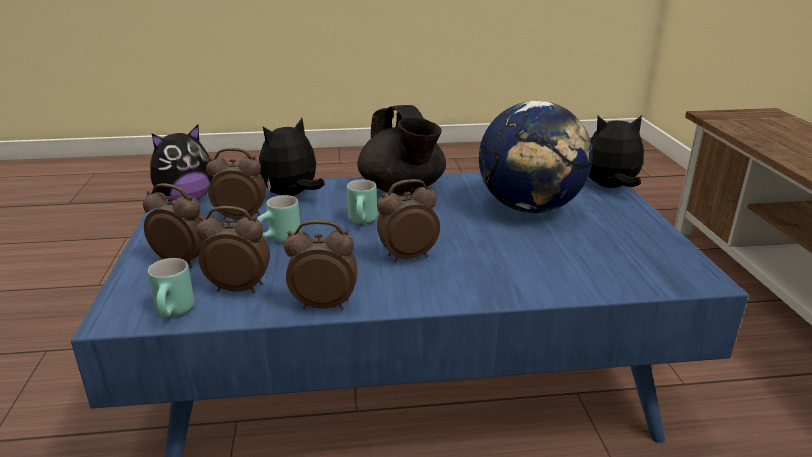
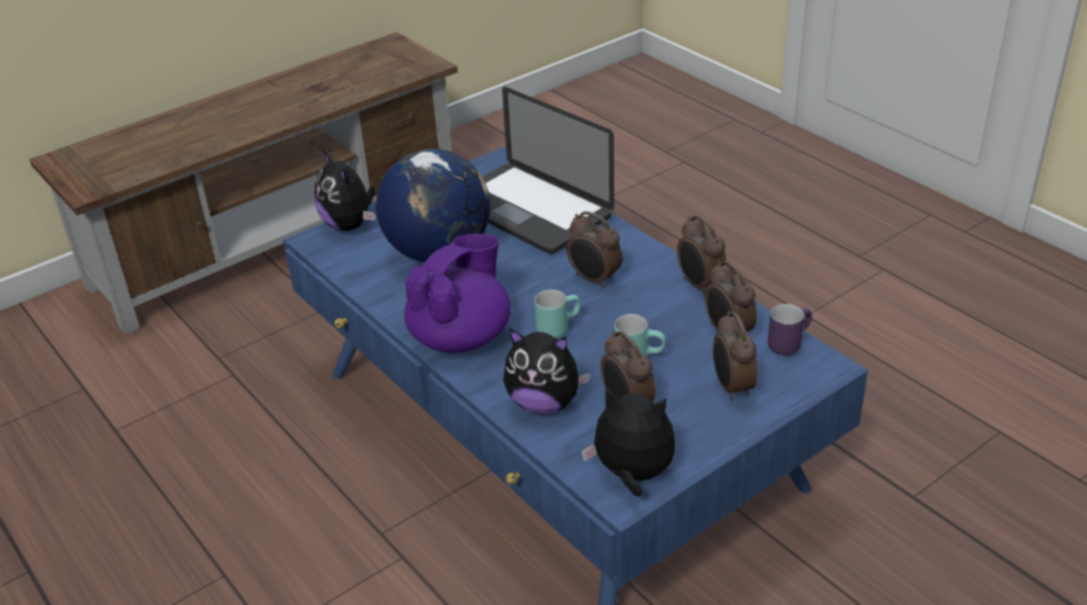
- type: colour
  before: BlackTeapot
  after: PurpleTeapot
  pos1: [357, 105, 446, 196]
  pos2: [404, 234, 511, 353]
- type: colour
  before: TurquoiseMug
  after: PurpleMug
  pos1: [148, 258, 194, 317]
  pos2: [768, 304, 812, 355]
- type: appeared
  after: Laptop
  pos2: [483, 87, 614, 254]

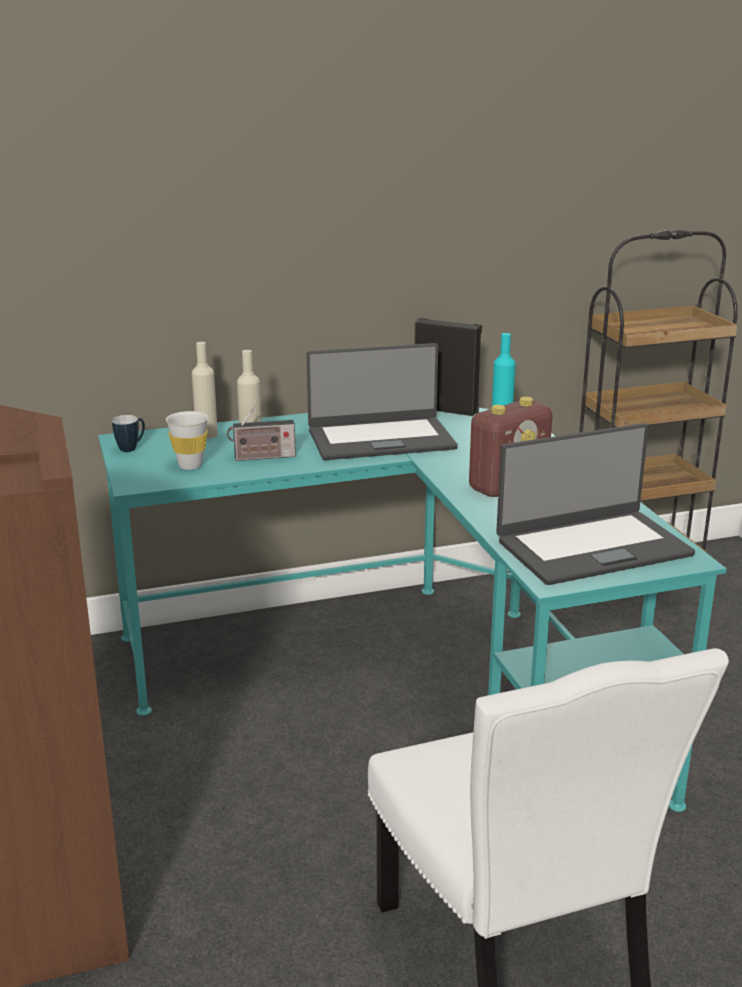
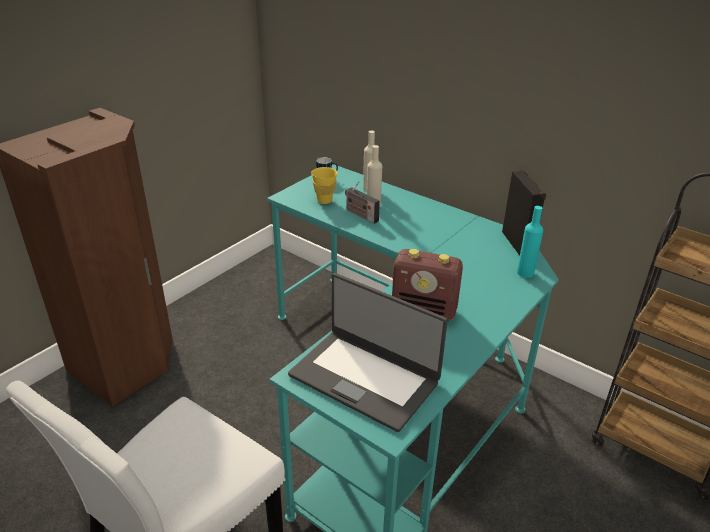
- type: missing
  before: Laptop
  pos1: [307, 343, 458, 460]
- type: colour
  before: WhiteCup
  after: YellowCup
  pos1: [166, 411, 208, 470]
  pos2: [311, 167, 337, 204]

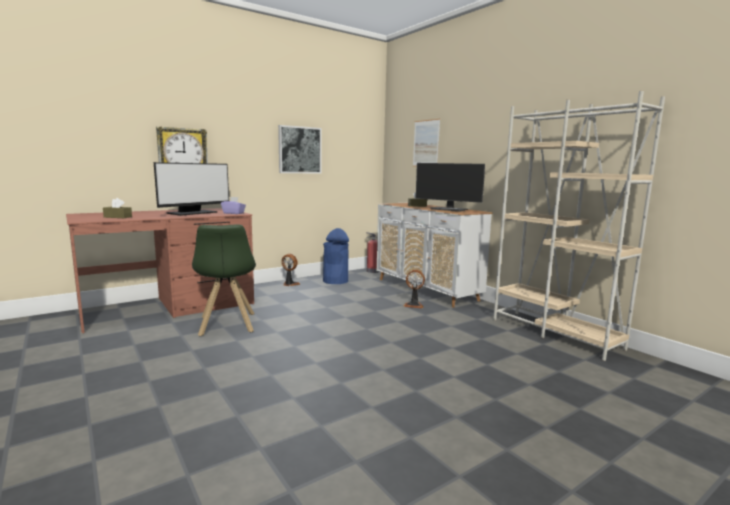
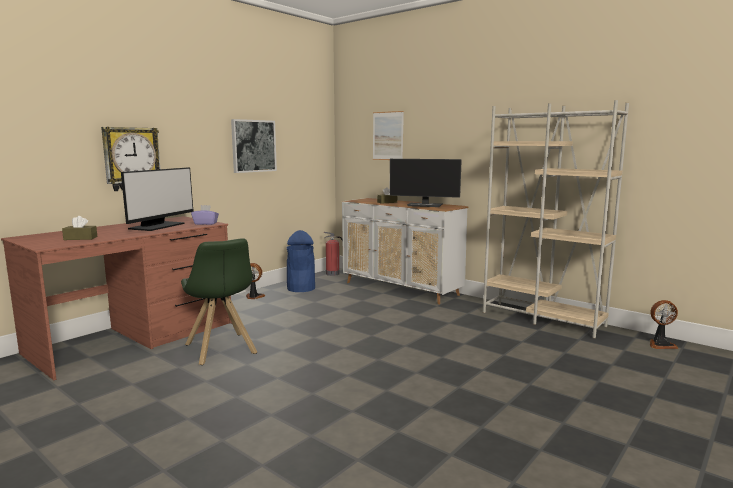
- type: relocated
  before: Fan
  pos1: [403, 270, 425, 308]
  pos2: [650, 300, 678, 349]

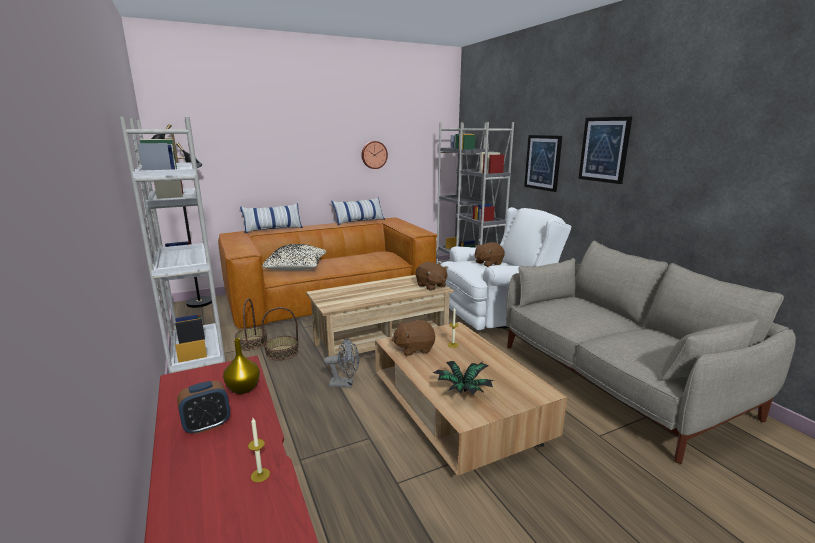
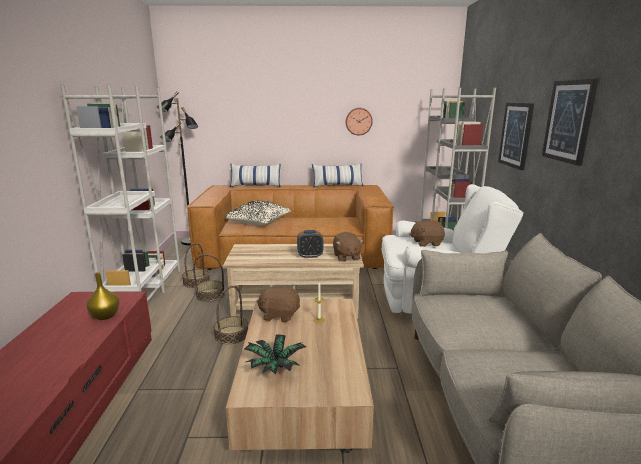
- type: exchanged
  before: GreyFan
  after: Basket
  pos1: [324, 338, 359, 388]
  pos2: [214, 286, 248, 344]
- type: relocated
  before: AlarmClock
  pos1: [177, 381, 230, 434]
  pos2: [297, 230, 323, 258]
- type: missing
  before: Candle
  pos1: [248, 418, 270, 482]

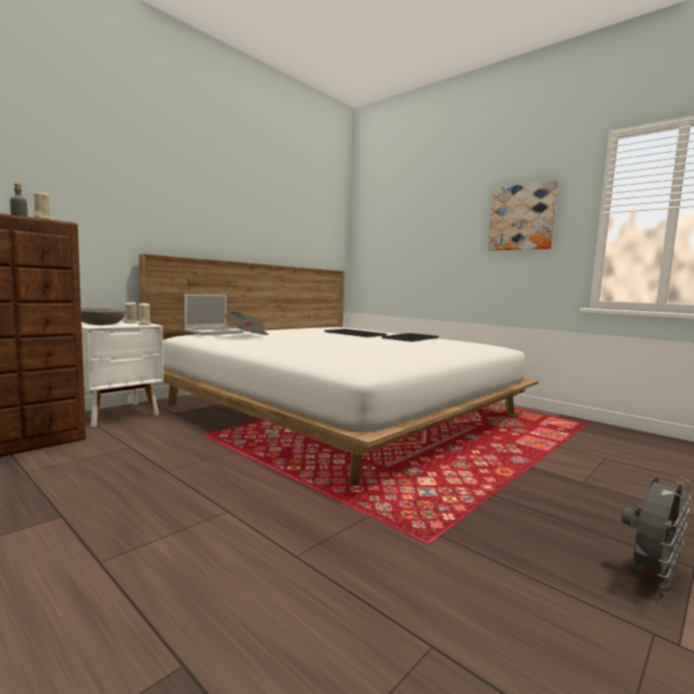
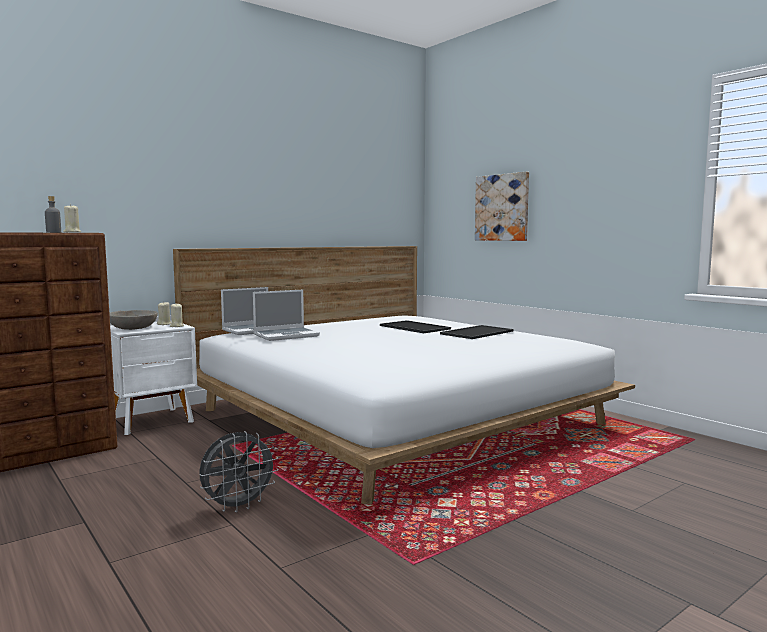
- type: relocated
  before: Picture
  pos1: [488, 180, 558, 251]
  pos2: [475, 172, 529, 241]
- type: exchanged
  before: Newspaper
  after: Laptop
  pos1: [225, 312, 269, 335]
  pos2: [253, 290, 320, 341]
- type: relocated
  before: GreyFan
  pos1: [621, 477, 691, 589]
  pos2: [199, 431, 279, 513]

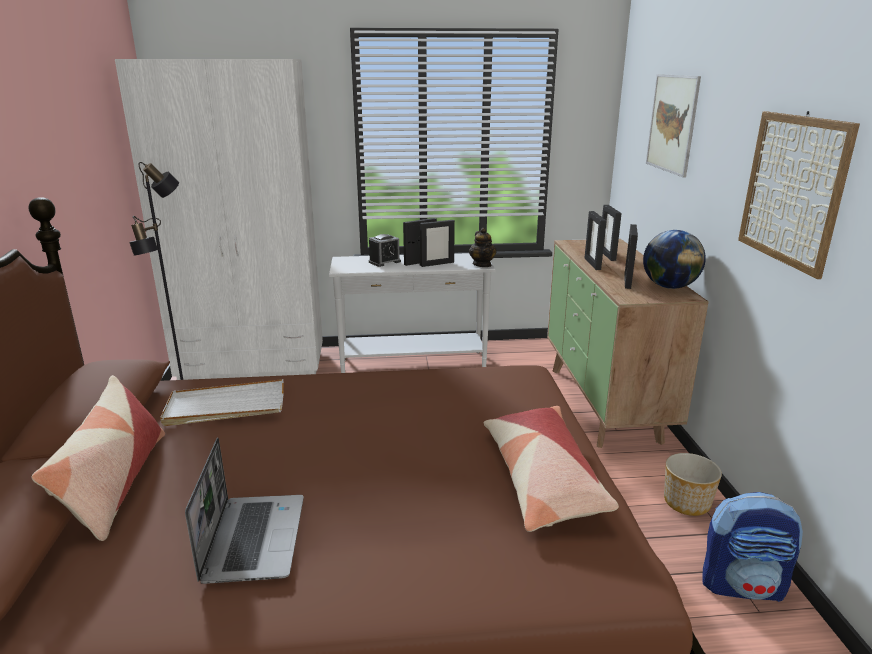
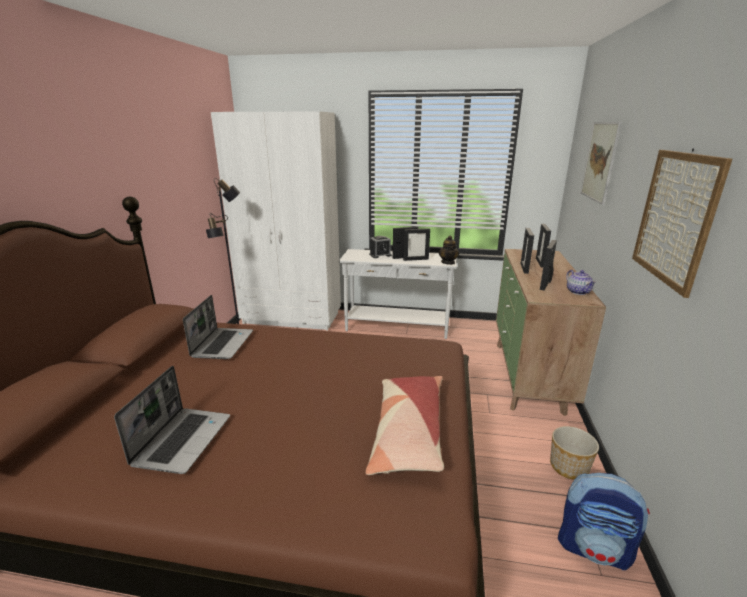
- type: exchanged
  before: Globe
  after: Teapot
  pos1: [643, 230, 706, 289]
  pos2: [566, 270, 596, 295]
- type: missing
  before: Pillow
  pos1: [31, 375, 165, 541]
- type: exchanged
  before: WhiteTray
  after: Laptop
  pos1: [160, 379, 284, 426]
  pos2: [183, 295, 253, 359]

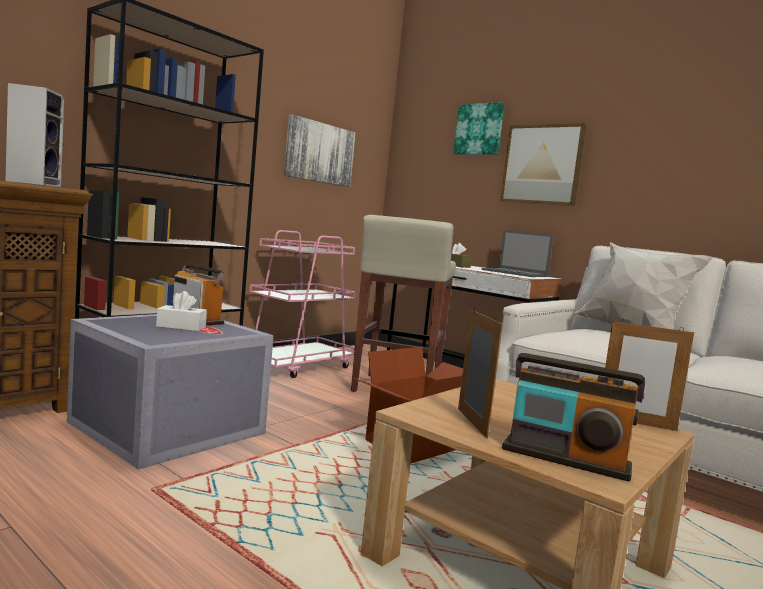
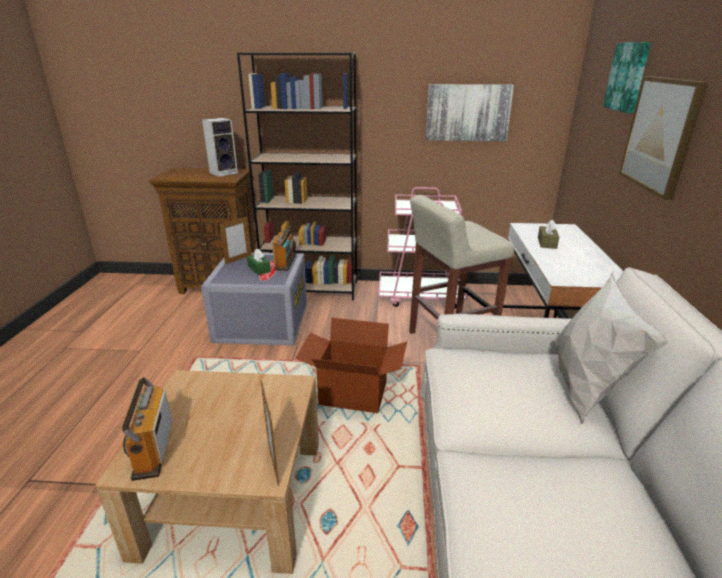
- type: missing
  before: Laptop
  pos1: [481, 230, 554, 277]
- type: colour
  before: WhiteTissueBox
  after: GreenTissueBox
  pos1: [156, 291, 207, 331]
  pos2: [247, 249, 271, 275]
- type: relocated
  before: PictureFrame
  pos1: [458, 310, 503, 438]
  pos2: [220, 216, 252, 264]

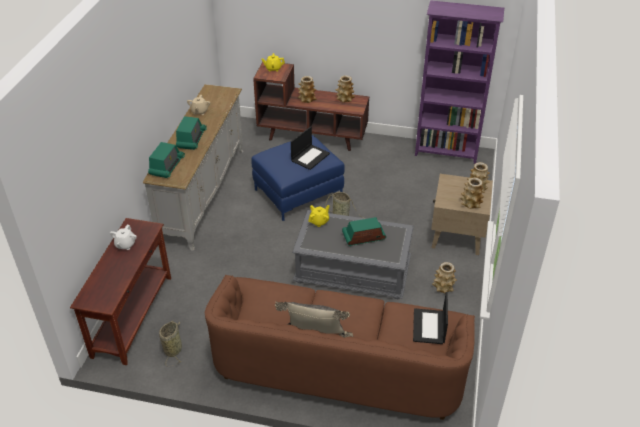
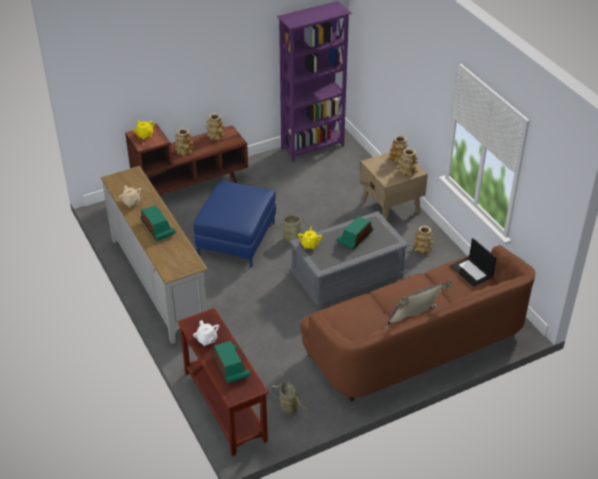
- type: missing
  before: Laptop
  pos1: [291, 126, 330, 170]
- type: relocated
  before: Radio
  pos1: [148, 142, 185, 178]
  pos2: [213, 341, 250, 384]

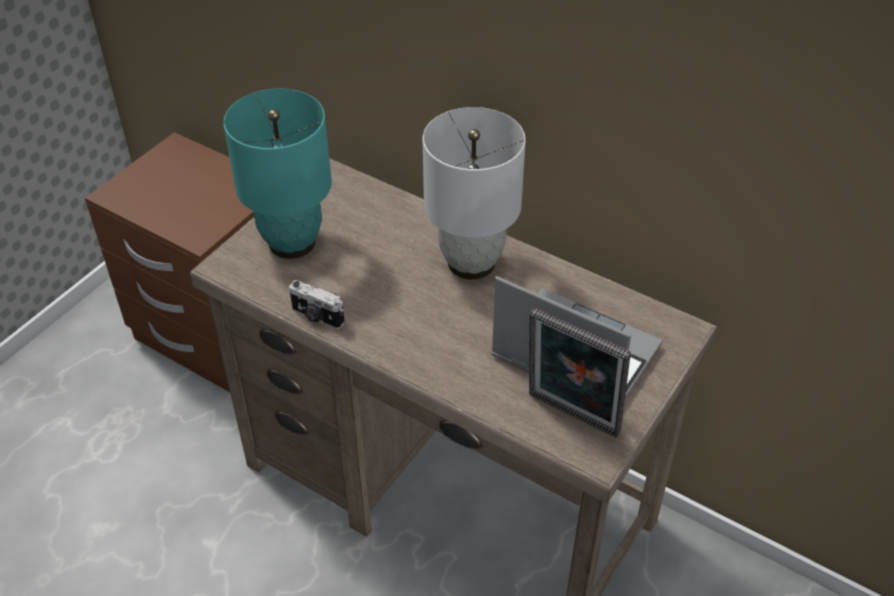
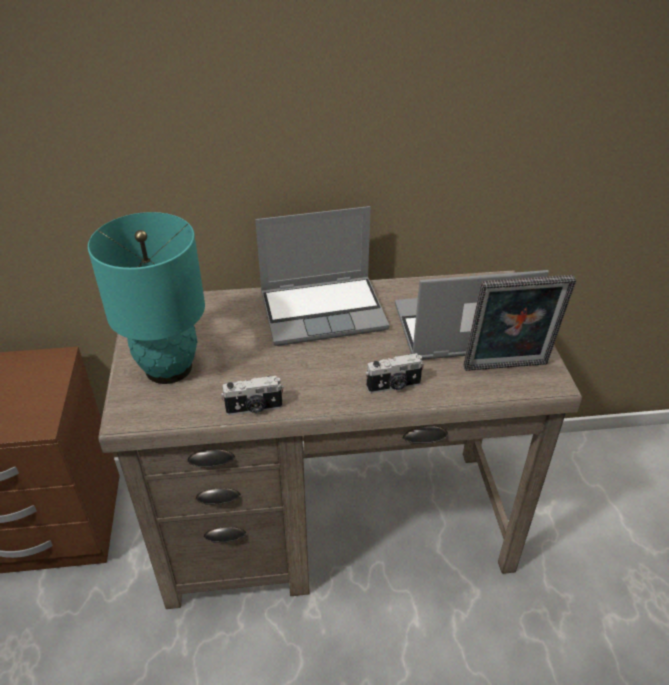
- type: exchanged
  before: WhiteTableLamp
  after: Laptop
  pos1: [423, 107, 526, 280]
  pos2: [255, 206, 389, 346]
- type: appeared
  after: PhotoCamera
  pos2: [366, 353, 424, 393]

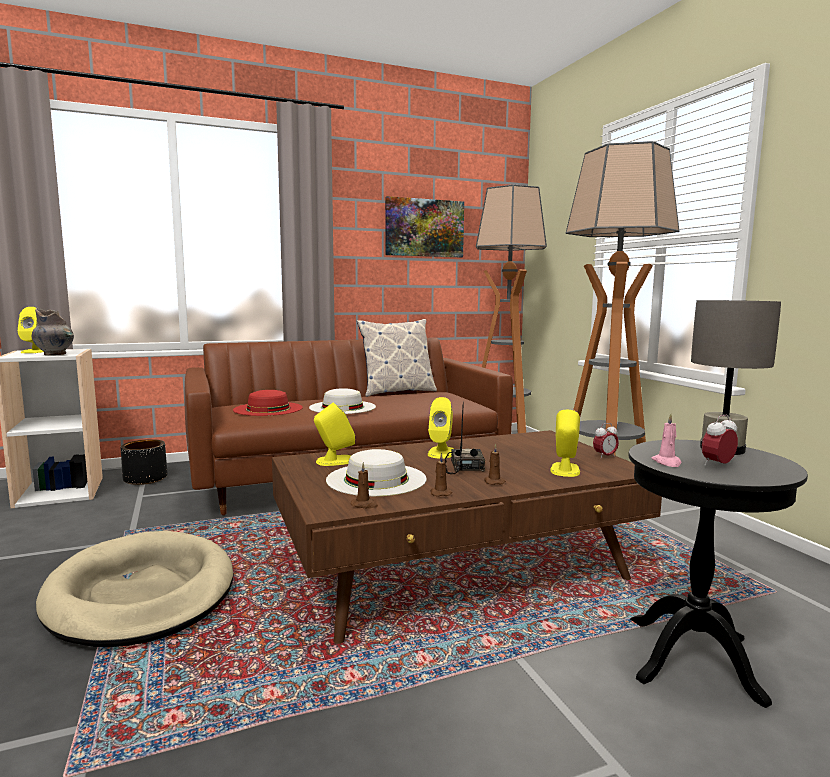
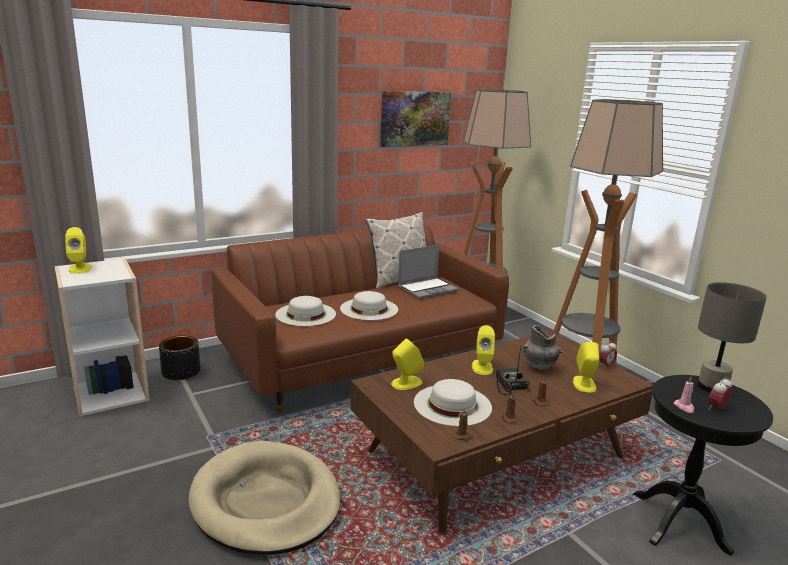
- type: relocated
  before: GreyVase
  pos1: [32, 308, 74, 355]
  pos2: [522, 325, 563, 372]
- type: colour
  before: RedHat
  after: WhiteHat
  pos1: [233, 390, 303, 416]
  pos2: [275, 296, 336, 326]
- type: appeared
  after: Laptop
  pos2: [398, 245, 459, 299]

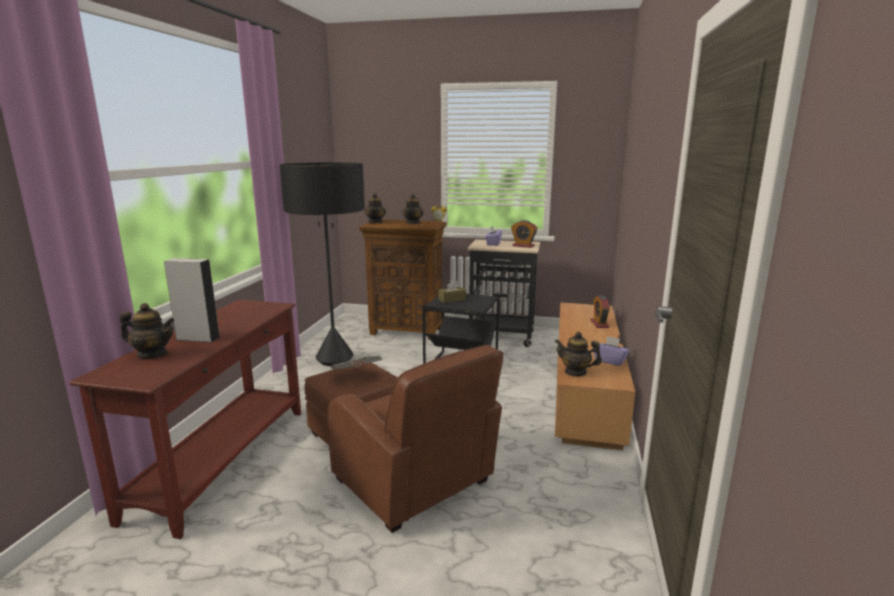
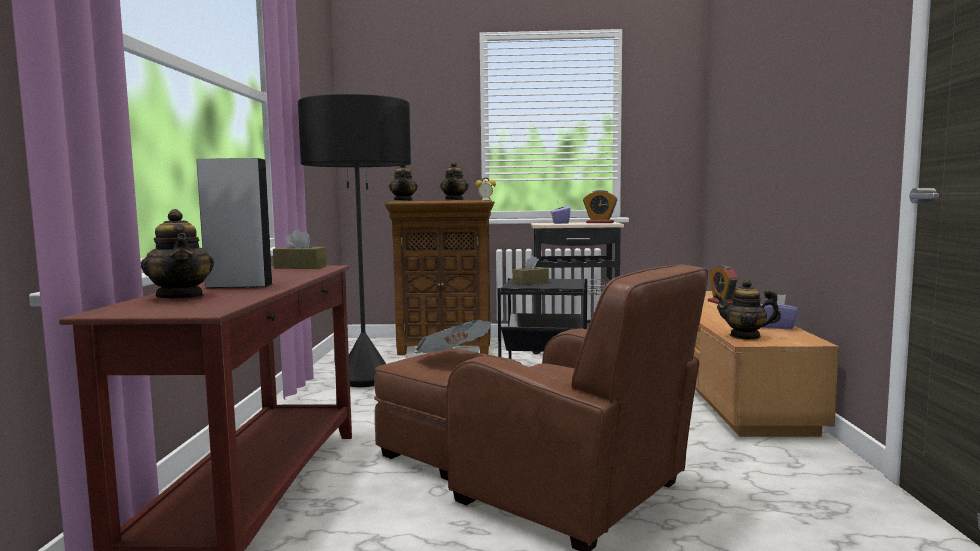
- type: spun
  before: Teapot
  pos1: [120, 303, 175, 359]
  pos2: [141, 209, 214, 299]
  turn: 60
- type: appeared
  after: BrownTissueBox
  pos2: [273, 229, 327, 269]

